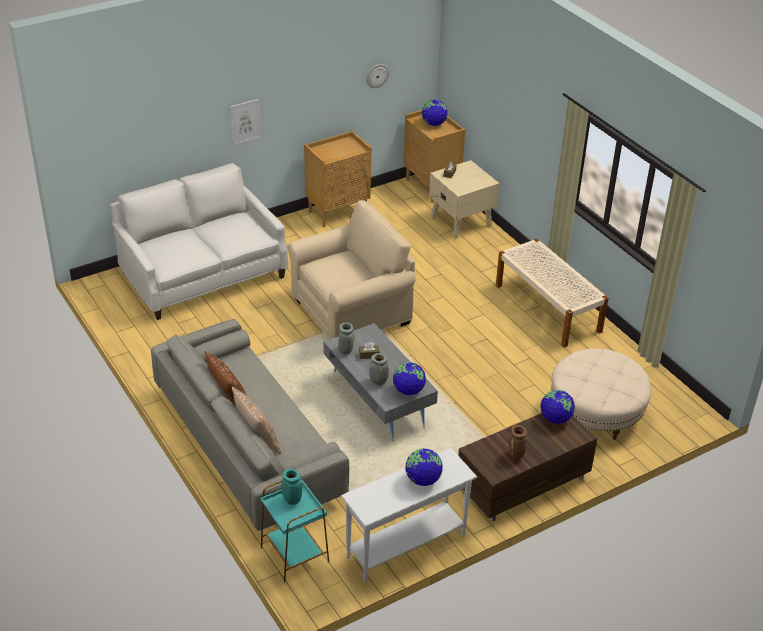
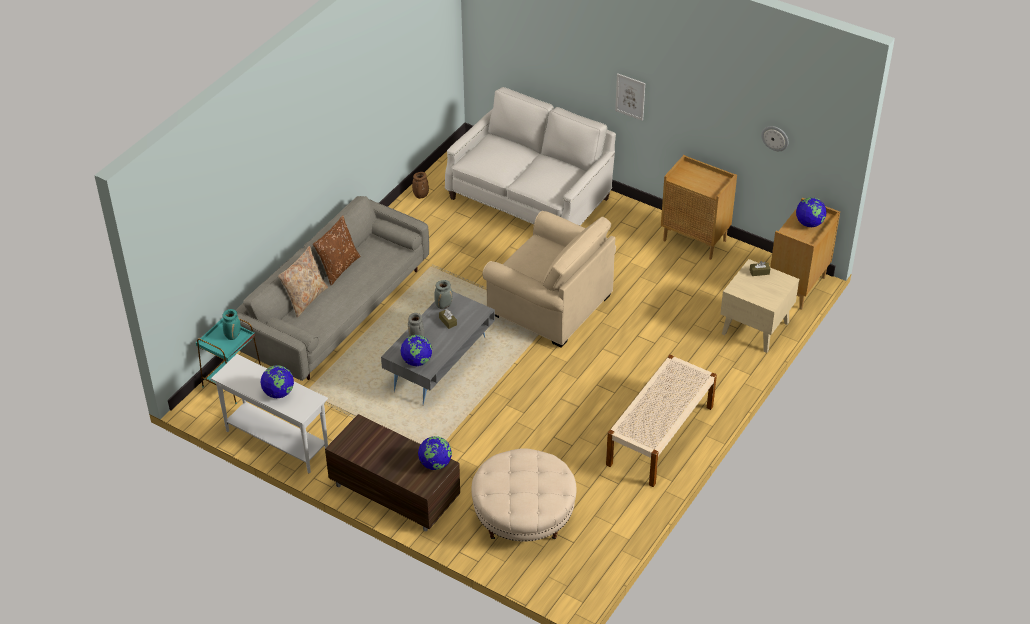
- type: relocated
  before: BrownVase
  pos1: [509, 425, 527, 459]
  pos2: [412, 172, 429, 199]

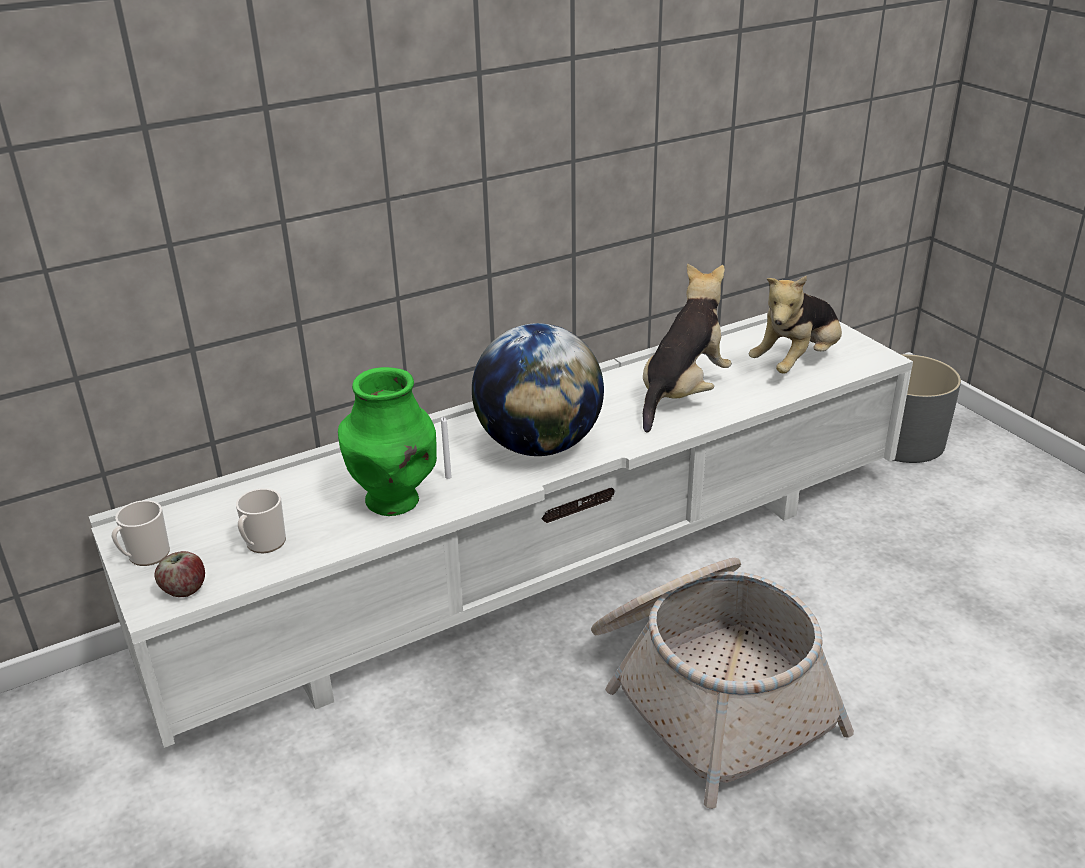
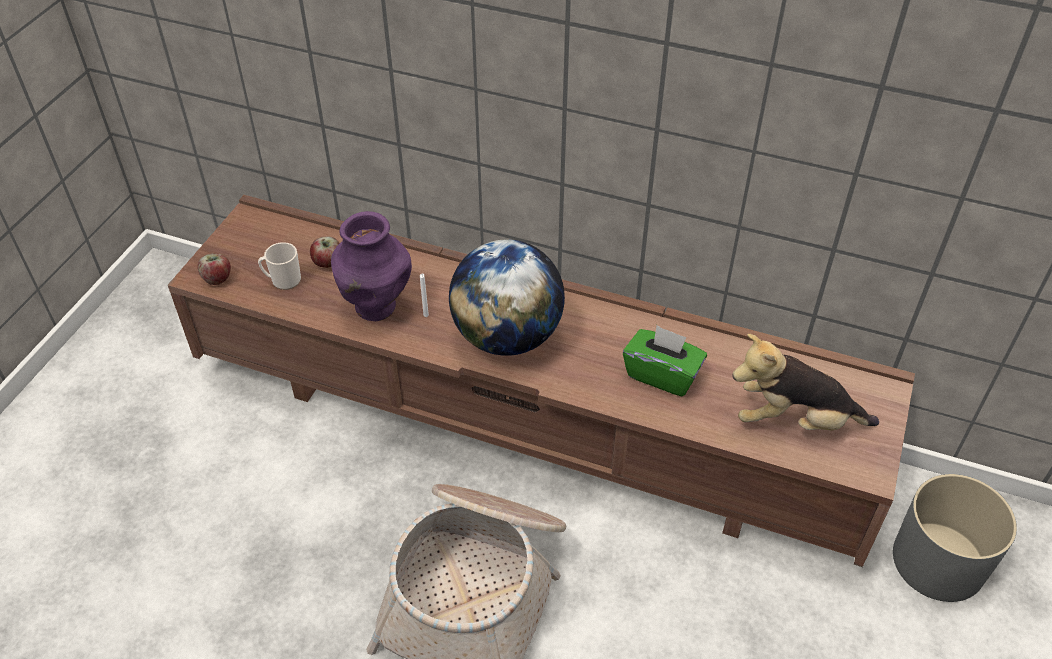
- type: exchanged
  before: PlushToy
  after: GreenTissueBox
  pos1: [643, 263, 732, 433]
  pos2: [623, 325, 707, 396]
- type: colour
  before: WhiteTvStand
  after: BrownTvStand
  pos1: [89, 313, 913, 748]
  pos2: [168, 195, 915, 567]
- type: colour
  before: GreenVase
  after: PurpleVase
  pos1: [338, 367, 437, 516]
  pos2: [331, 211, 412, 321]
- type: missing
  before: Mug
  pos1: [112, 500, 170, 566]
- type: appeared
  after: Apple
  pos2: [310, 236, 340, 268]

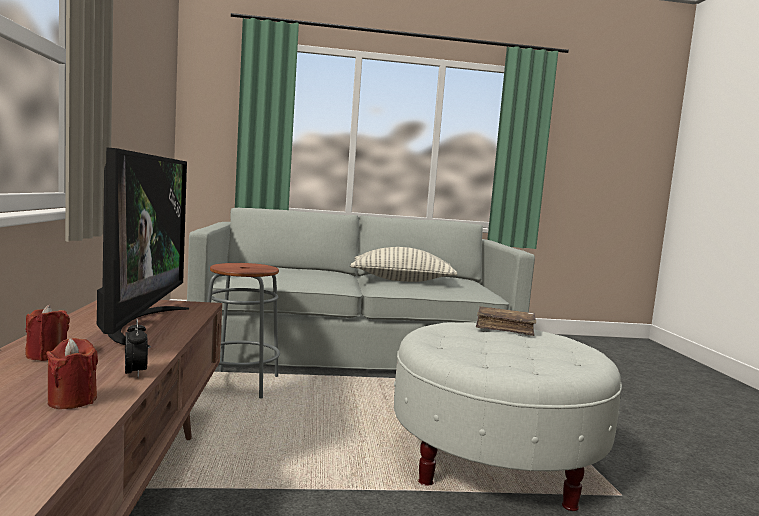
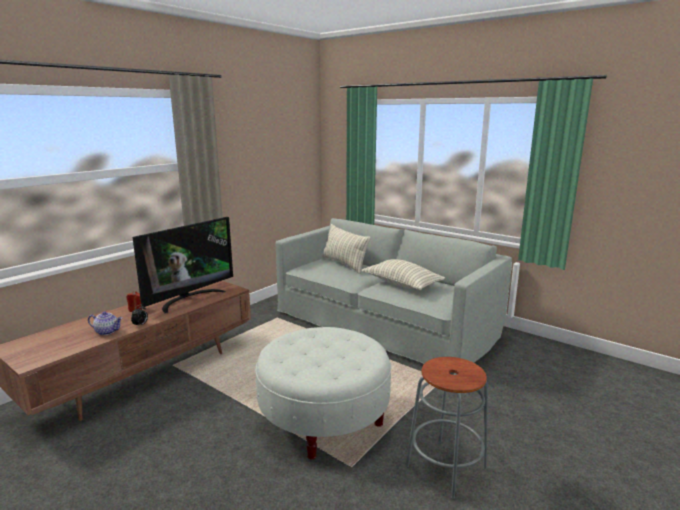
- type: relocated
  before: GreyStool
  pos1: [207, 263, 280, 398]
  pos2: [406, 357, 488, 499]
- type: missing
  before: BrownBook
  pos1: [476, 306, 536, 336]
- type: exchanged
  before: RedCandle
  after: Teapot
  pos1: [46, 338, 98, 409]
  pos2: [88, 311, 122, 335]
- type: appeared
  after: Pillow
  pos2: [322, 224, 371, 274]

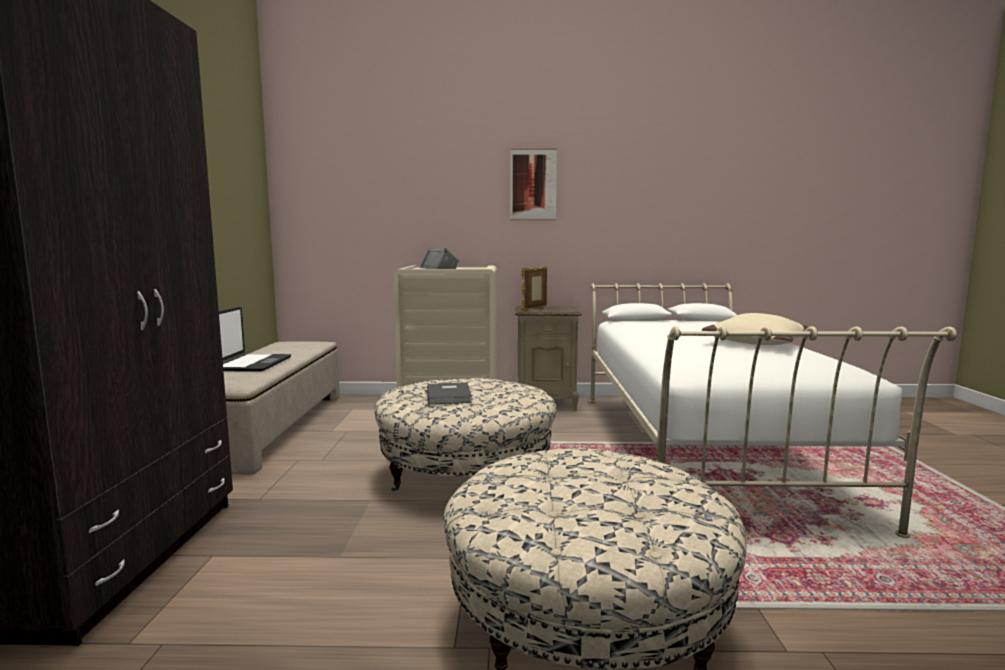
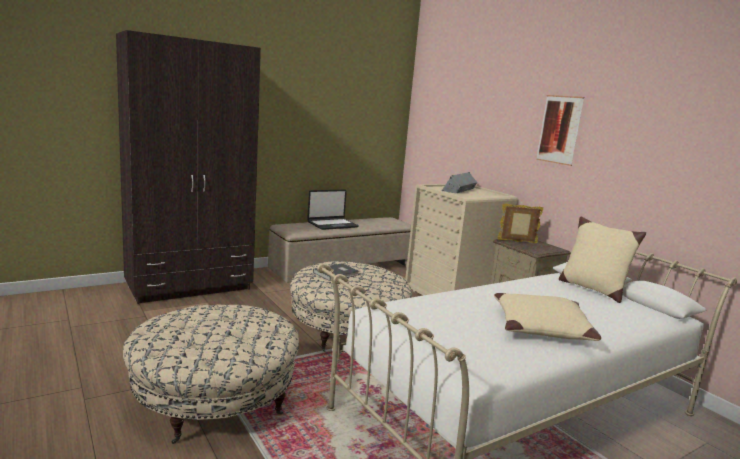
- type: appeared
  after: BeigePillow
  pos2: [559, 216, 646, 303]

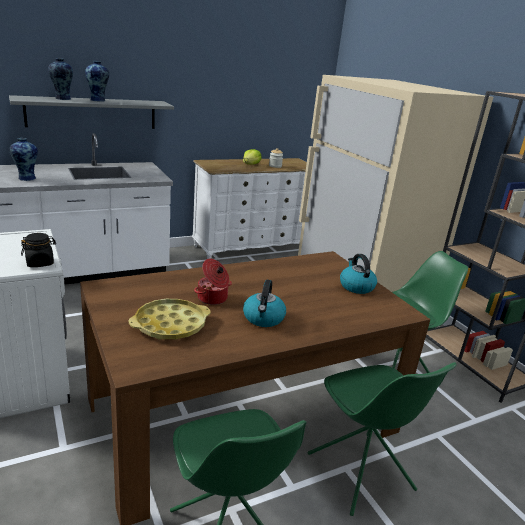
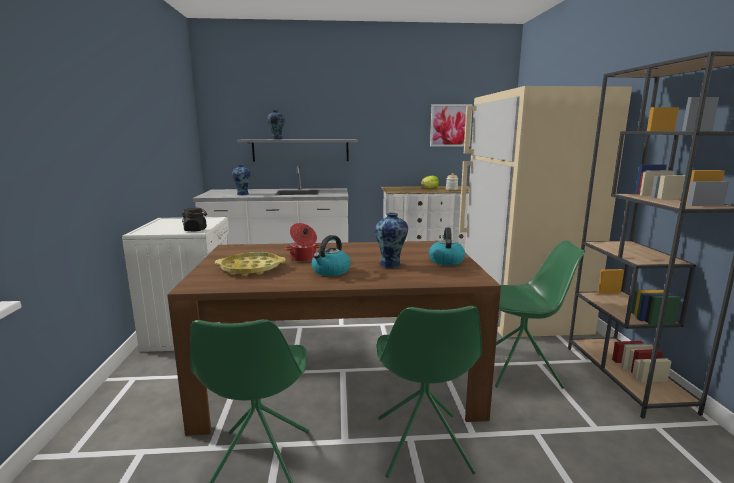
- type: relocated
  before: Vase
  pos1: [85, 61, 109, 102]
  pos2: [375, 213, 408, 268]
- type: appeared
  after: Picture
  pos2: [430, 104, 473, 147]

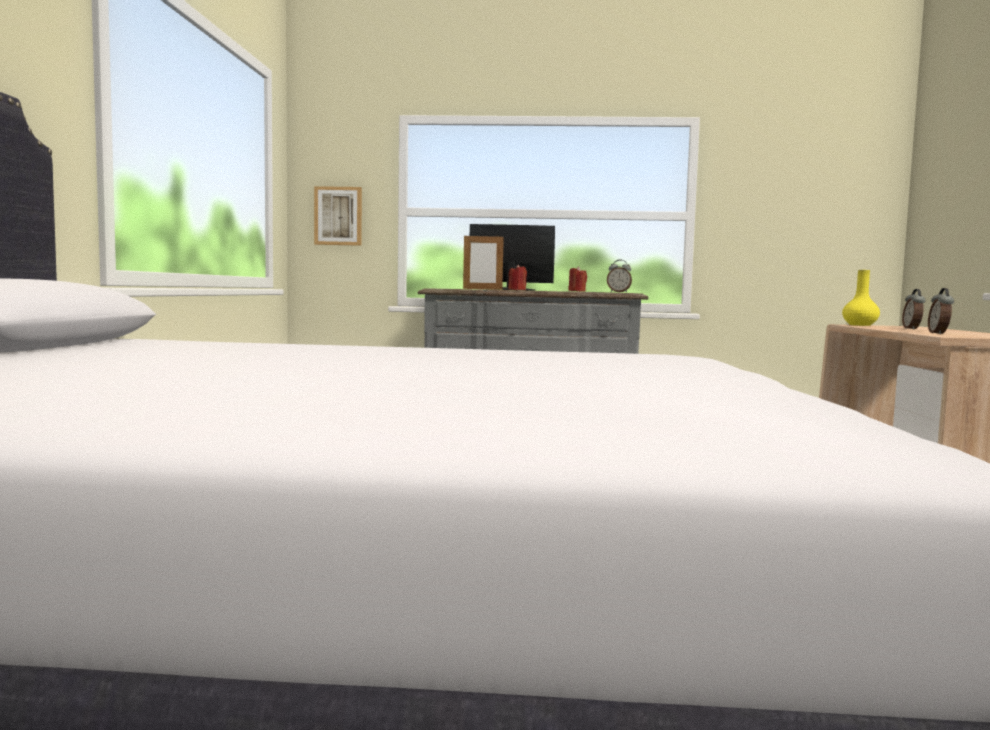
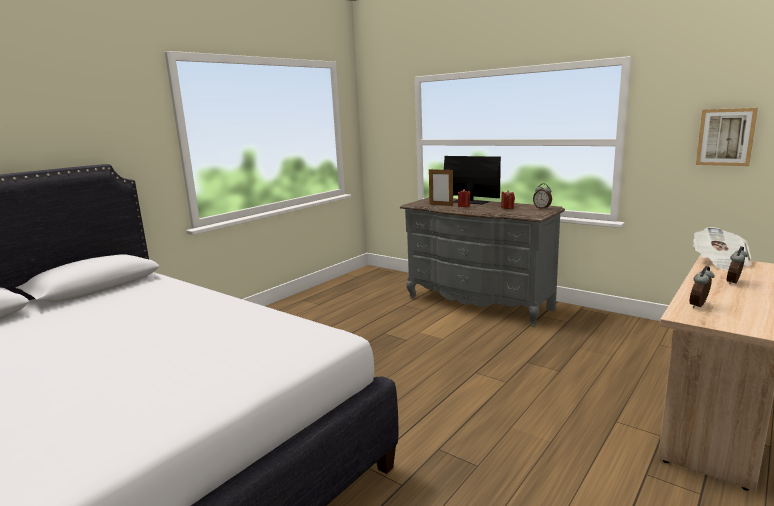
- type: relocated
  before: Picture
  pos1: [314, 186, 362, 246]
  pos2: [696, 108, 758, 166]
- type: exchanged
  before: YellowVase
  after: Newspaper
  pos1: [842, 270, 880, 326]
  pos2: [693, 227, 752, 270]

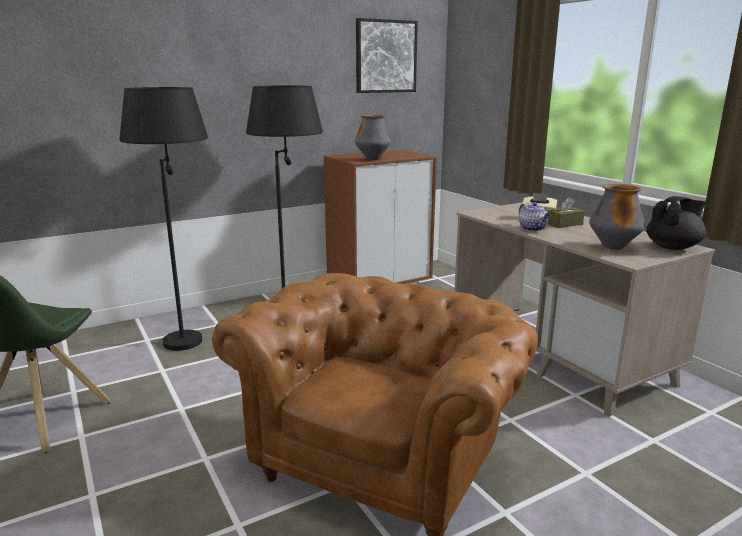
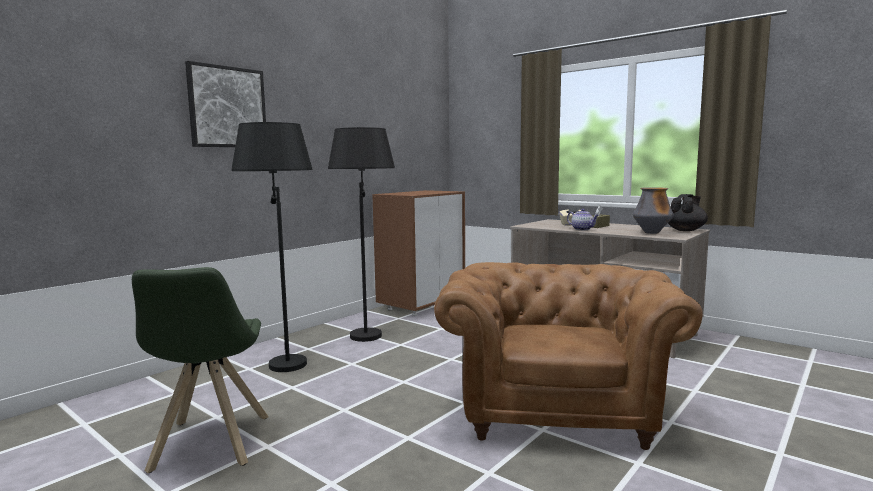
- type: relocated
  before: Picture
  pos1: [356, 18, 418, 93]
  pos2: [185, 61, 266, 147]
- type: missing
  before: Vase
  pos1: [355, 114, 391, 160]

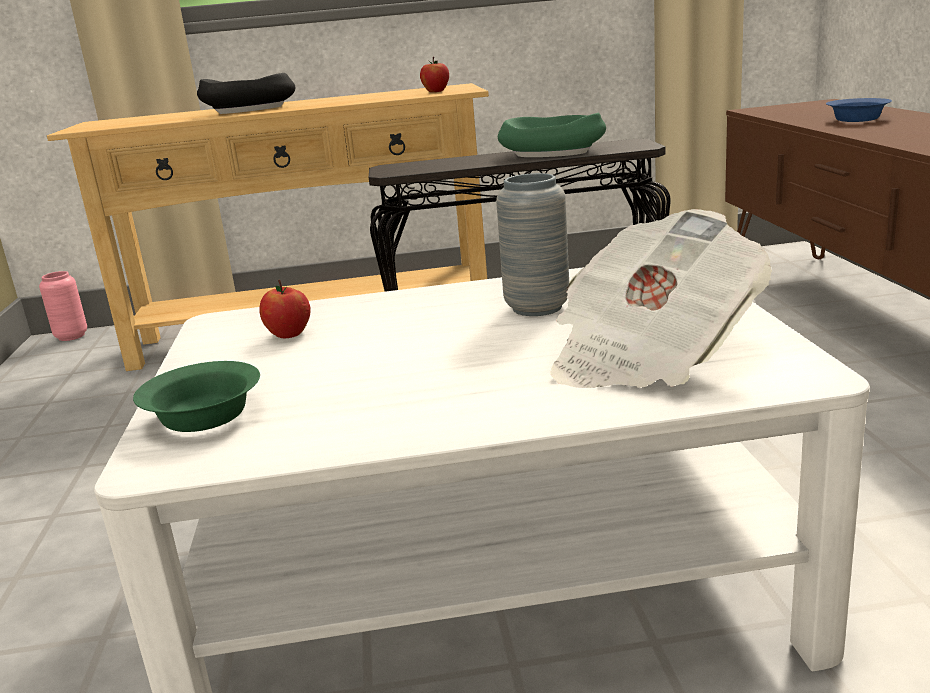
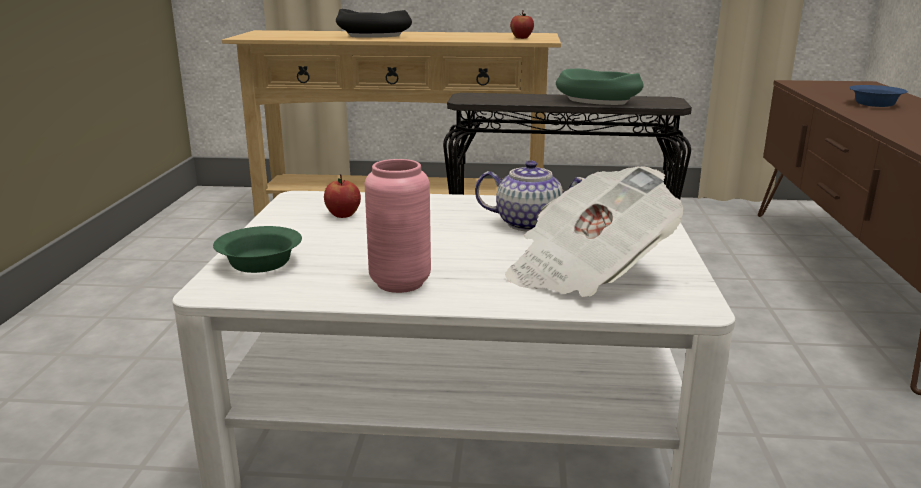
- type: exchanged
  before: GreyVase
  after: Teapot
  pos1: [496, 173, 569, 316]
  pos2: [475, 160, 585, 232]
- type: relocated
  before: PinkVase
  pos1: [39, 271, 87, 341]
  pos2: [365, 159, 431, 293]

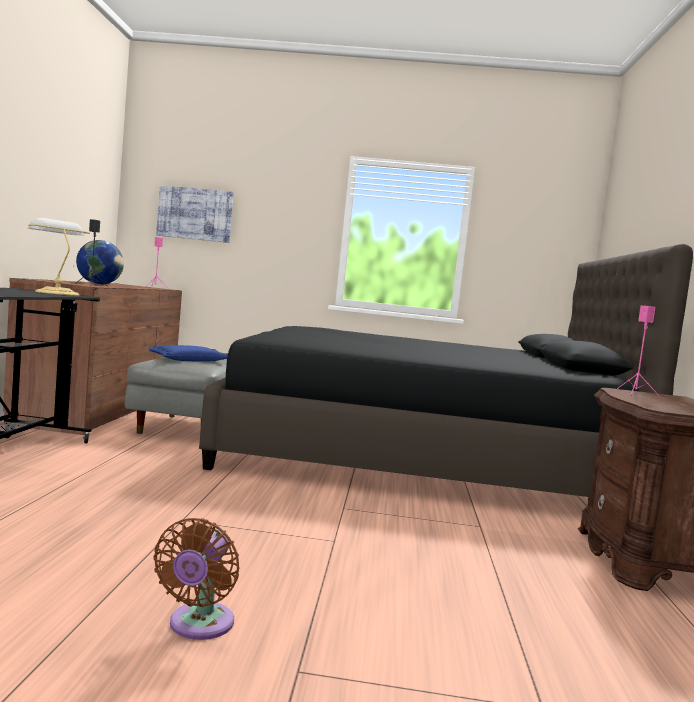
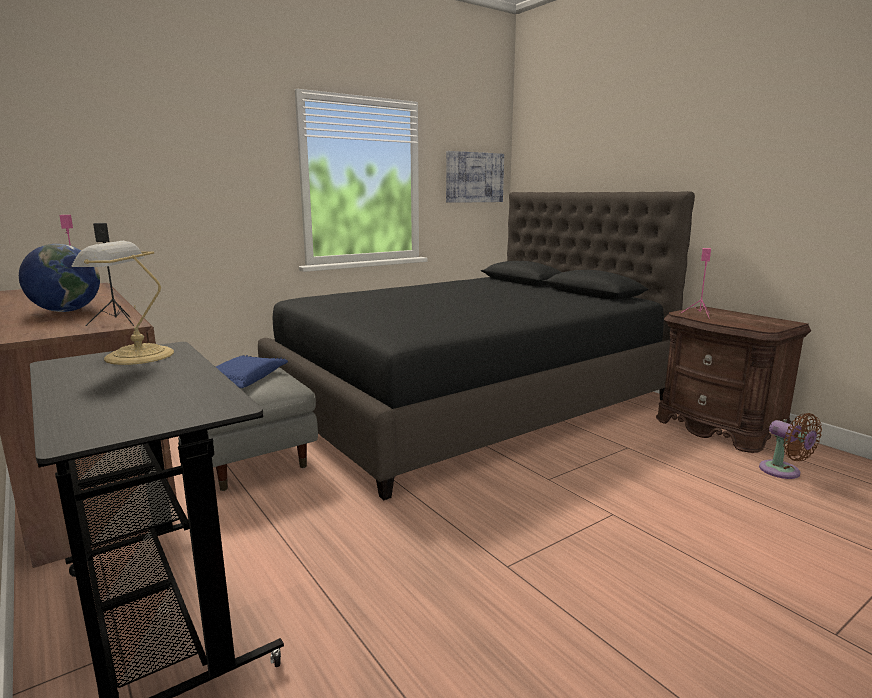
- type: relocated
  before: Picture
  pos1: [156, 185, 234, 243]
  pos2: [446, 151, 504, 203]
- type: relocated
  before: BrownFan
  pos1: [153, 518, 240, 640]
  pos2: [759, 413, 822, 479]

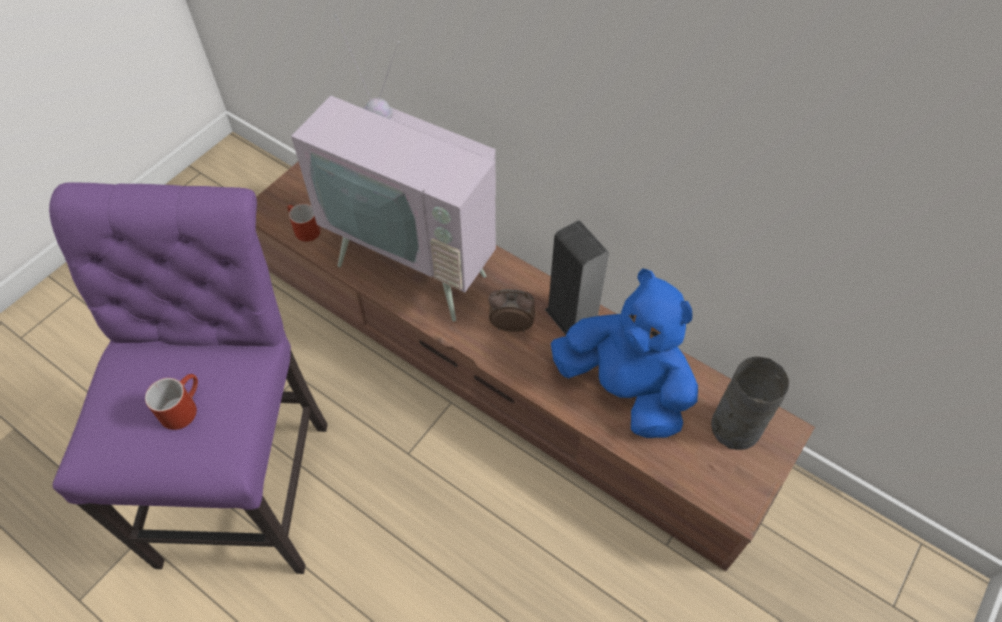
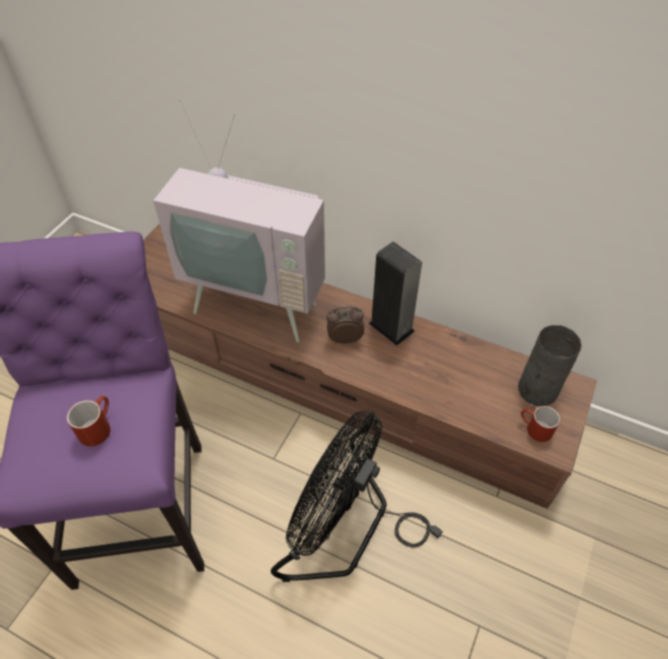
- type: relocated
  before: RedMug
  pos1: [287, 203, 321, 242]
  pos2: [521, 406, 560, 442]
- type: missing
  before: BluePlushToy
  pos1: [551, 268, 698, 438]
- type: appeared
  after: BlackFan
  pos2: [271, 411, 443, 582]

